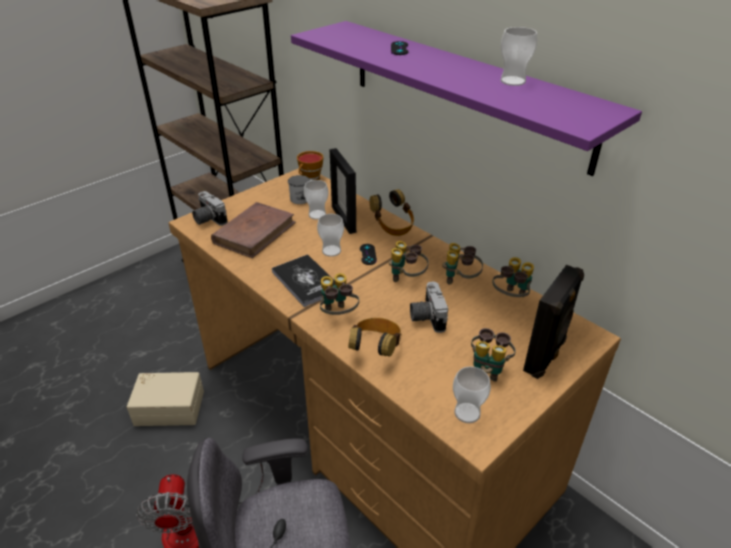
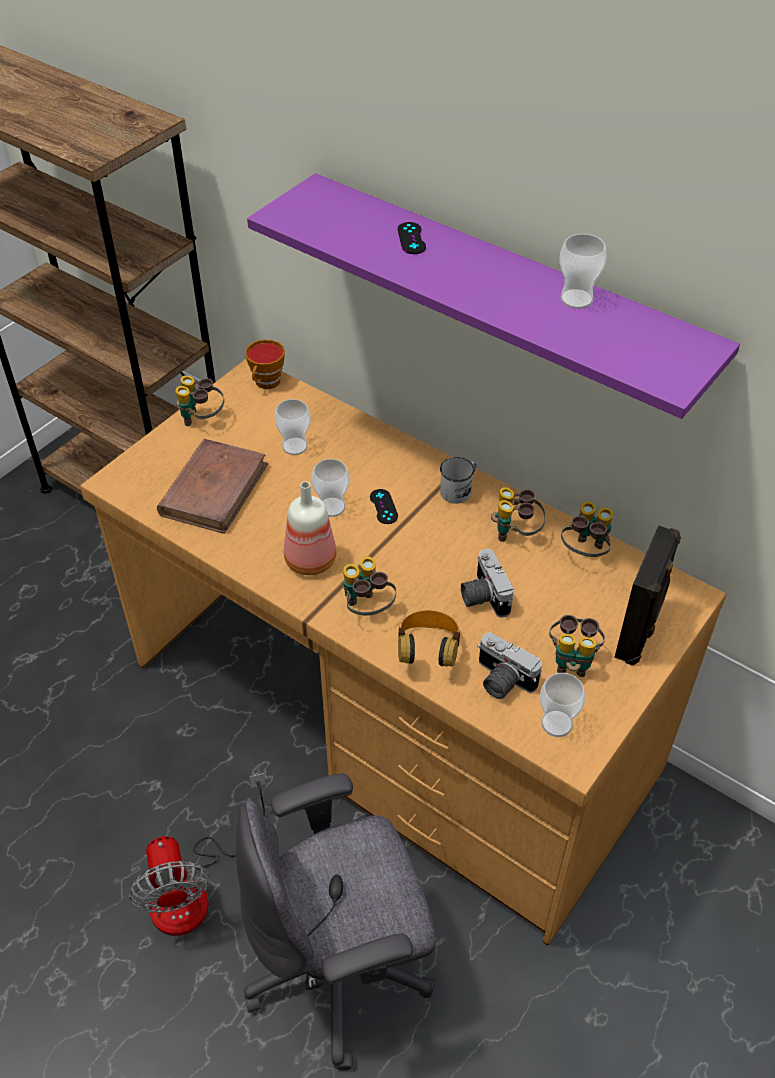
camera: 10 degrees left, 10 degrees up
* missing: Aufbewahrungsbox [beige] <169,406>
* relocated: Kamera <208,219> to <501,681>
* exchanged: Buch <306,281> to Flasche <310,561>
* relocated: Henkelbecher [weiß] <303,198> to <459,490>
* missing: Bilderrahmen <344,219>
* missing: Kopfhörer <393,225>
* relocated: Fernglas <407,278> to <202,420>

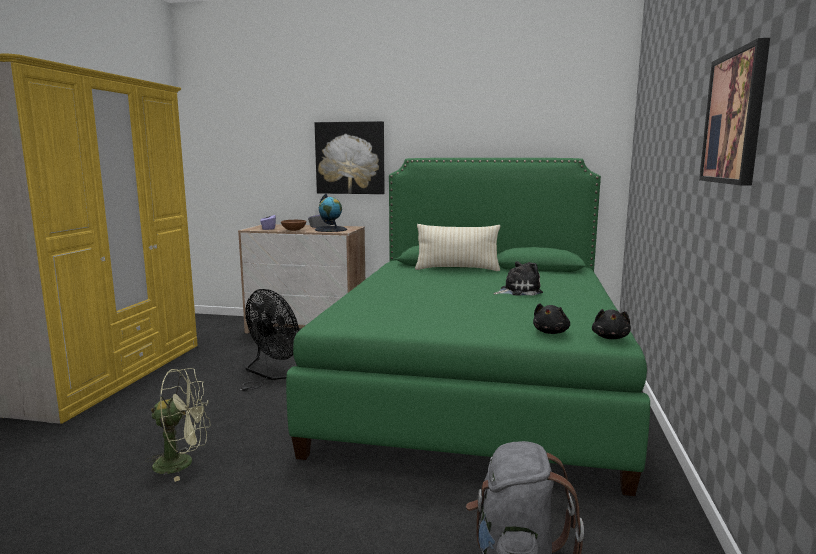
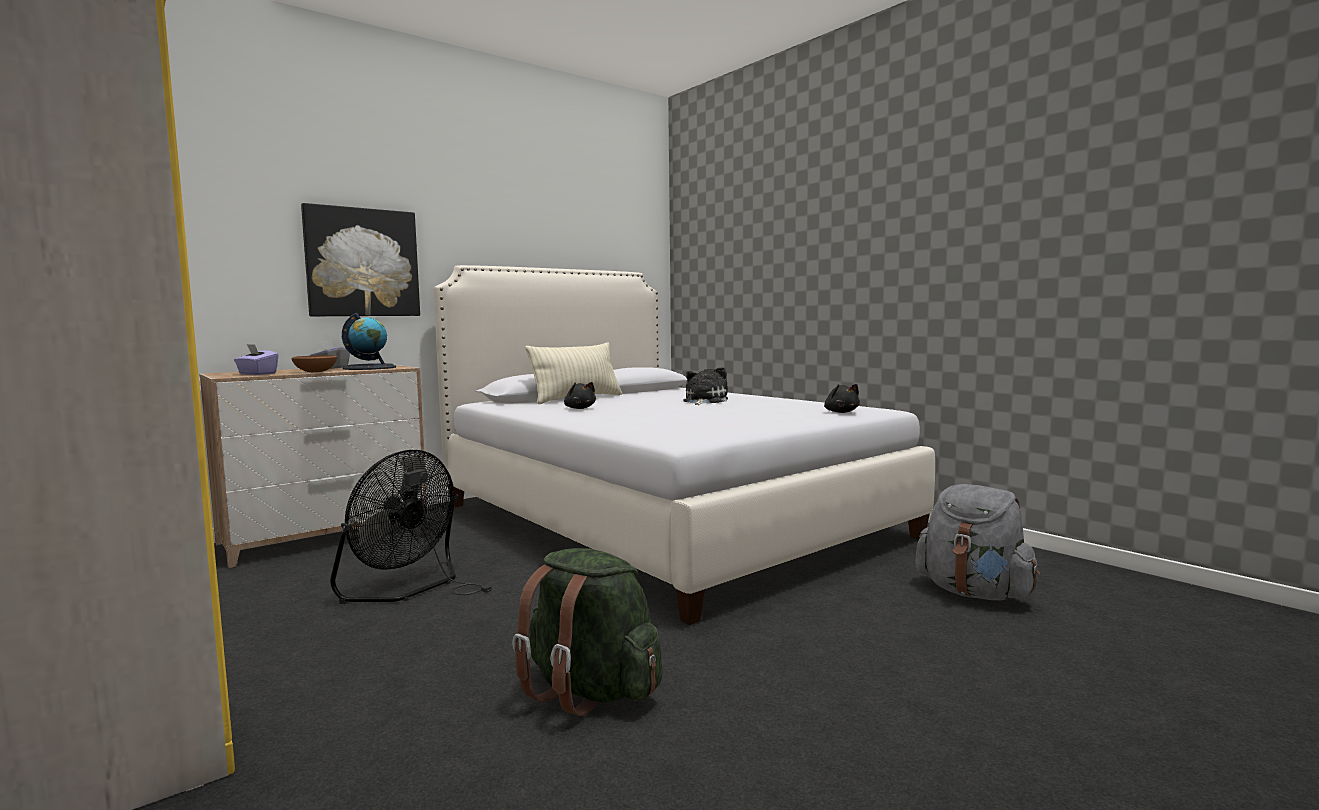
camera: 50 degrees left, 5 degrees down
* exchanged: Ventilator [grün] <182,463> to Rucksack [grün] <590,690>
* spun: Ventilator [schwarz] <269,373> = <419,586> 45 degrees counterclockwise
* colour: Bett [grün] <474,384> to Bett [weiß] <663,519>
* relocated: Plüschtier [schwarz] <610,337> to <579,408>
* missing: Bild <735,118>

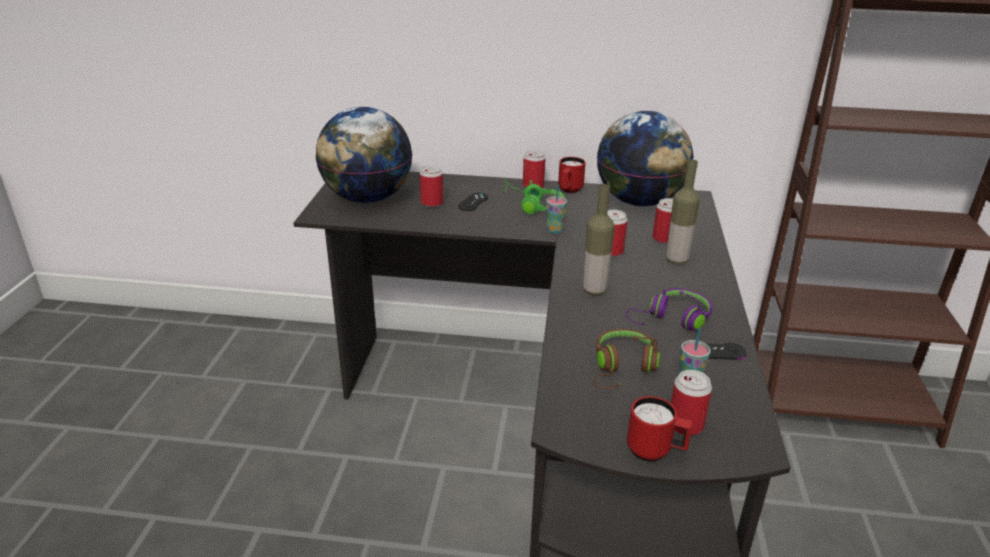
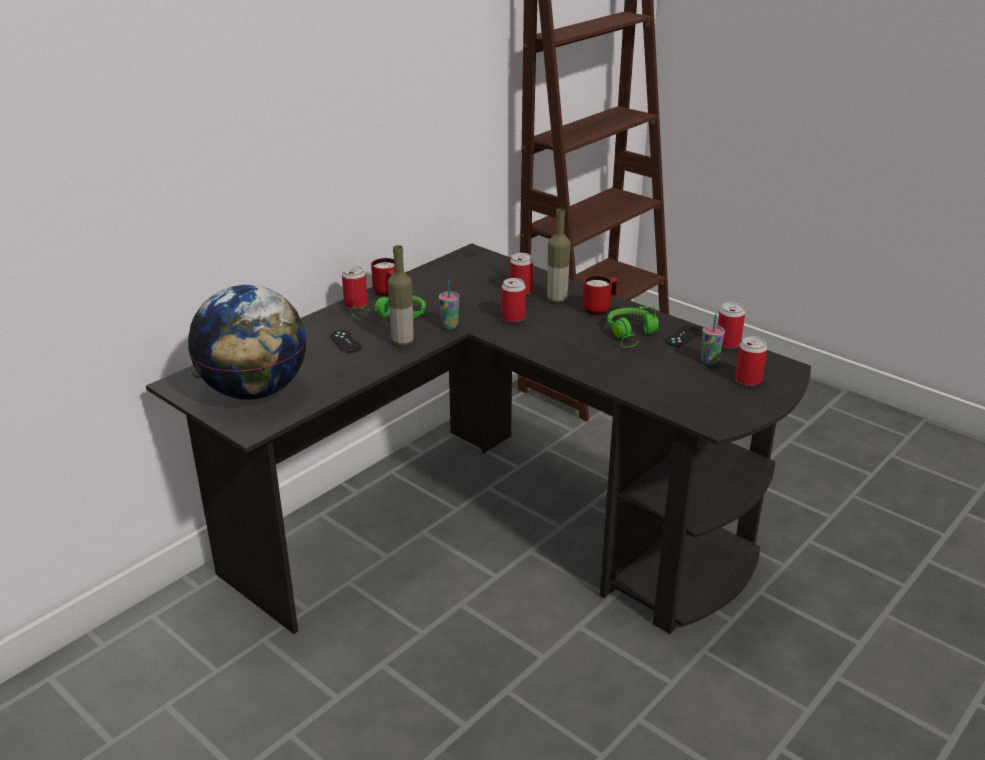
camera: 55 degrees left, 0 degrees up
* relocated: Dose <432,203> to <727,343>
* relocated: Flasche <594,290> to <402,342>
* missing: Kopfhörer [braun] <622,368>
* missing: Globus <639,202>
* colour: Kopfhörer [lila] <672,320> to Kopfhörer [grün] <631,335>
* relocated: Henkelbecher [rot] <655,451> to <600,309>

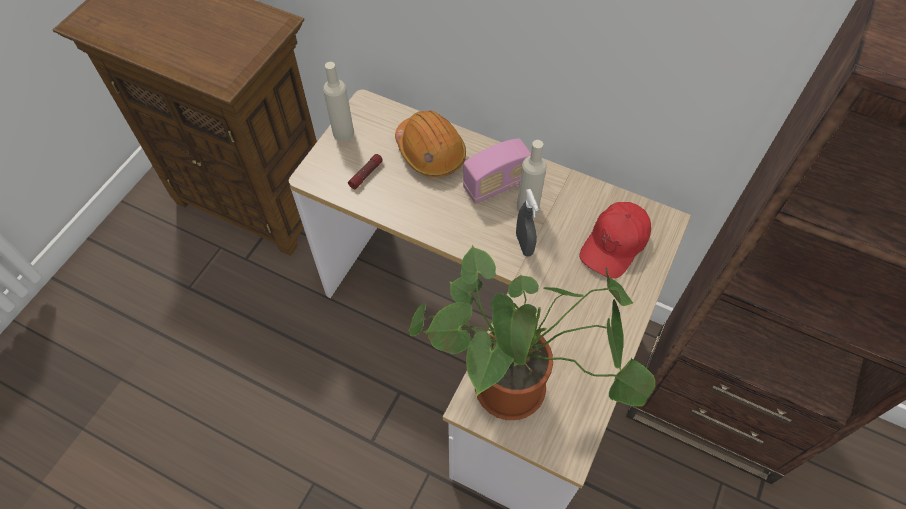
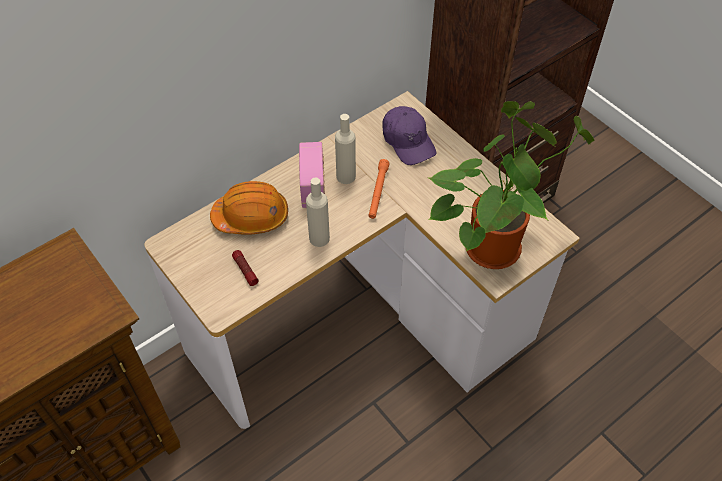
camera: 65 degrees left, 5 degrees down
* relocated: Flasche [beige] <343,133> to <319,238>
* exchanged: Sprühflasche [grau] <524,244> to Taschenlampe [orange] <378,192>
* colour: Kappe [rot] <614,244> to Kappe [lila] <408,141>

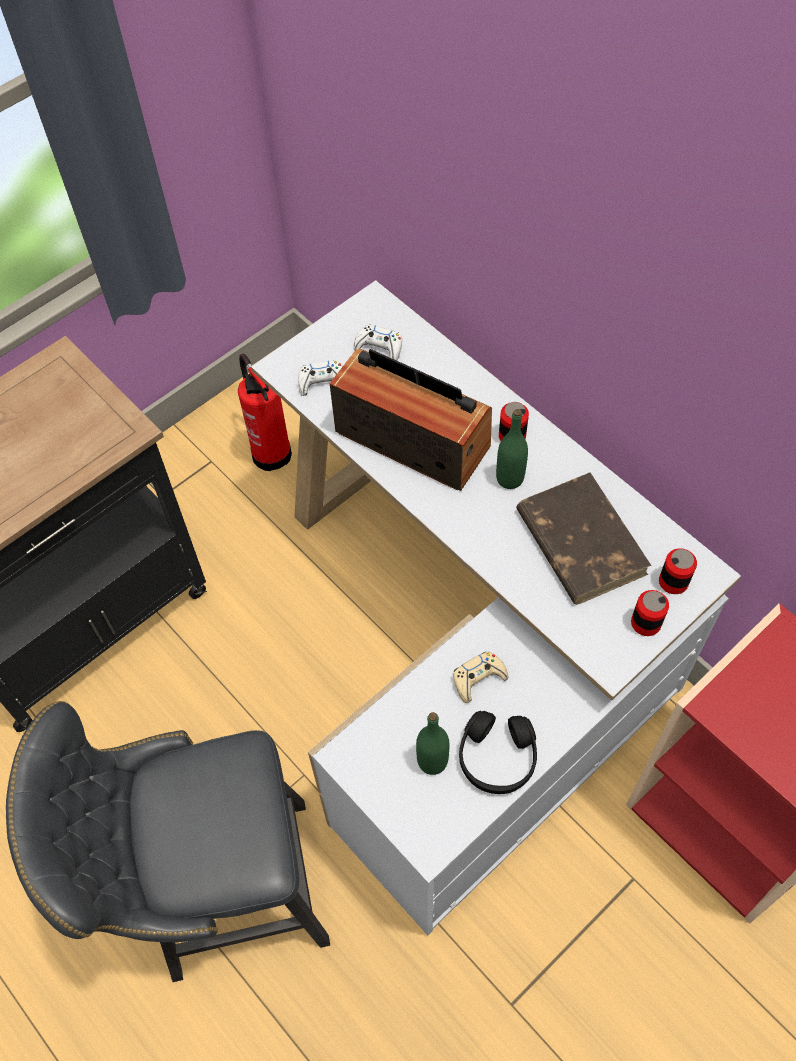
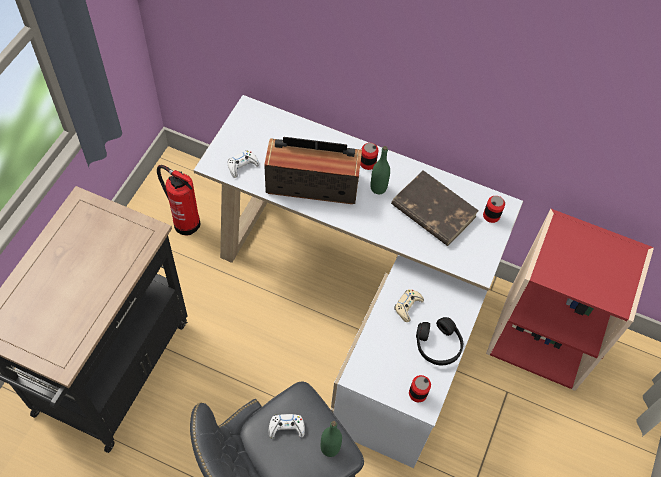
camera: 30 degrees left, 0 degrees up
* relocated: Gamepad [weiß] <379,347> to <286,427>
* relocated: Flasche [grün] <432,761> to <330,448>
* relocated: Dose <646,623> to <417,393>

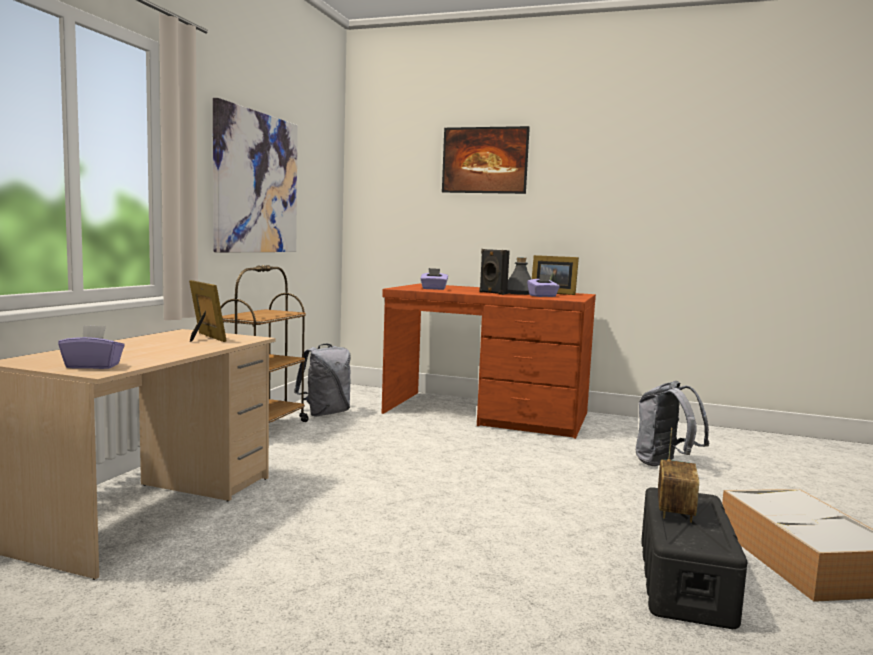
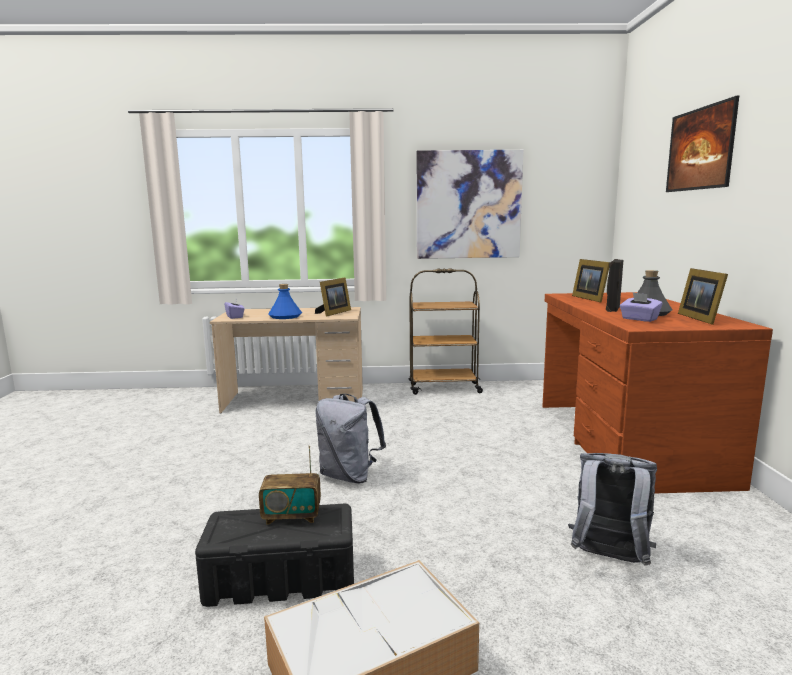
camera: 70 degrees right, 5 degrees up
* relocated: Rucksack [grau] <325,413> to <349,476>
* exchanged: Taschentuchbox [lila] <433,289> to Bilderrahmen <590,298>
* appeared: Flasche [blau] <285,316>

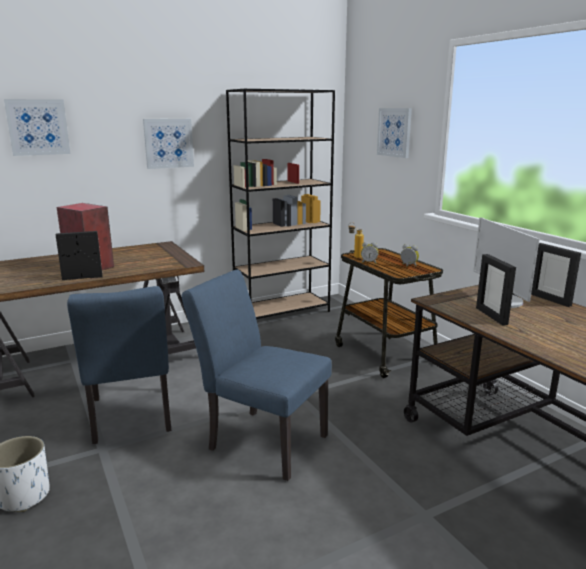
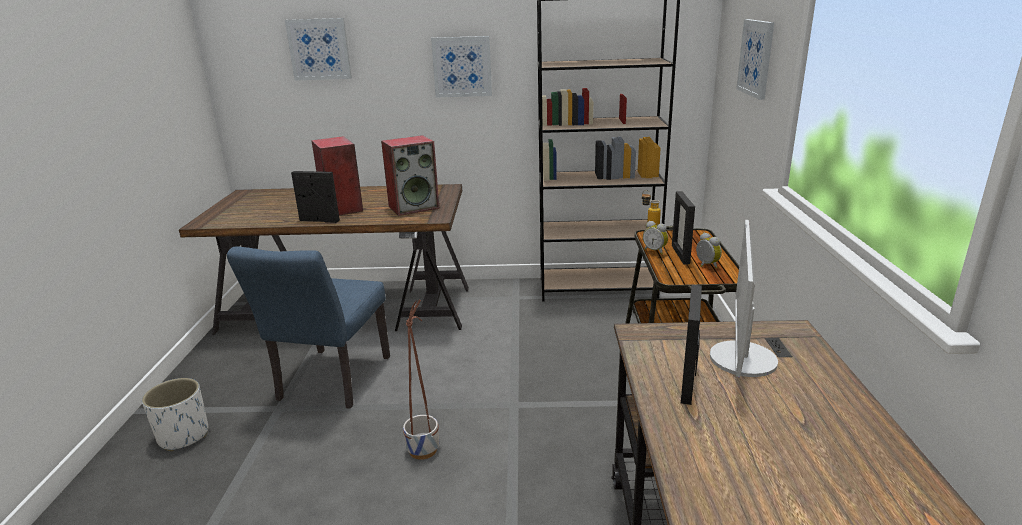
camera: 30 degrees right, 5 degrees up
* exchanged: Stuhl [blau] <260,440> to Pflanzkübel <423,449>
* relocated: Bilderrahmen <550,299> to <681,254>
* appeared: Lautsprecher <414,207>

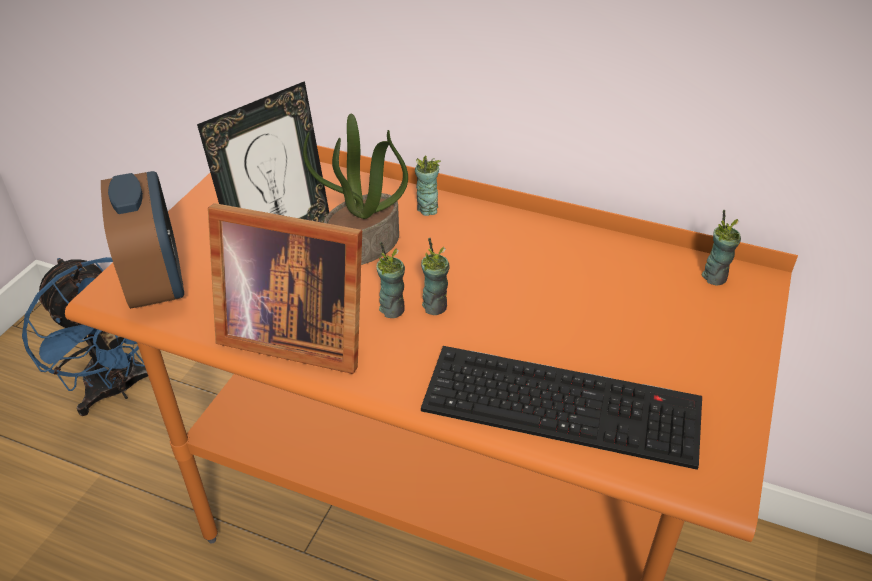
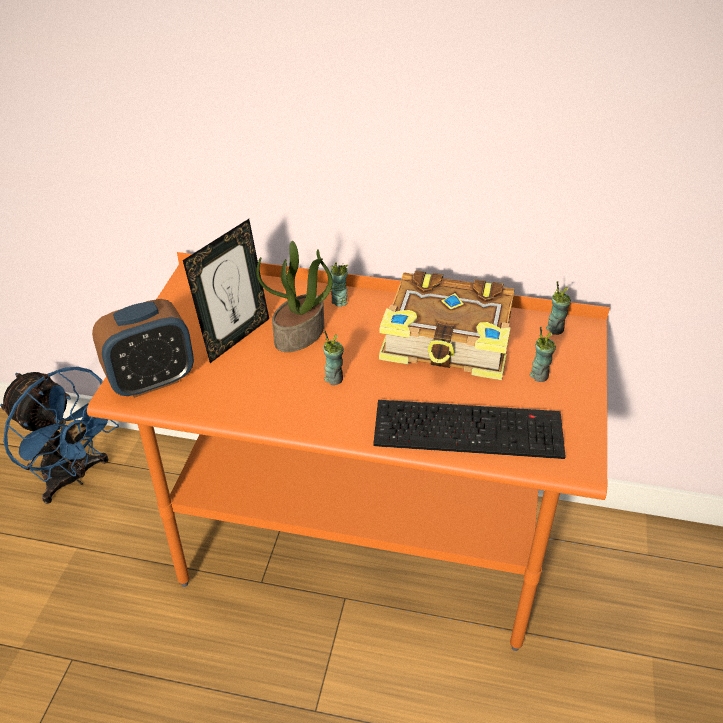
camera: 10 degrees left, 0 degrees up
* spun: Wecker <156,283> = <151,380> 90 degrees clockwise
* missing: Bilderrahmen <292,333>
* relocated: Tasse <435,306> to <539,375>
* appeared: Buch <449,342>

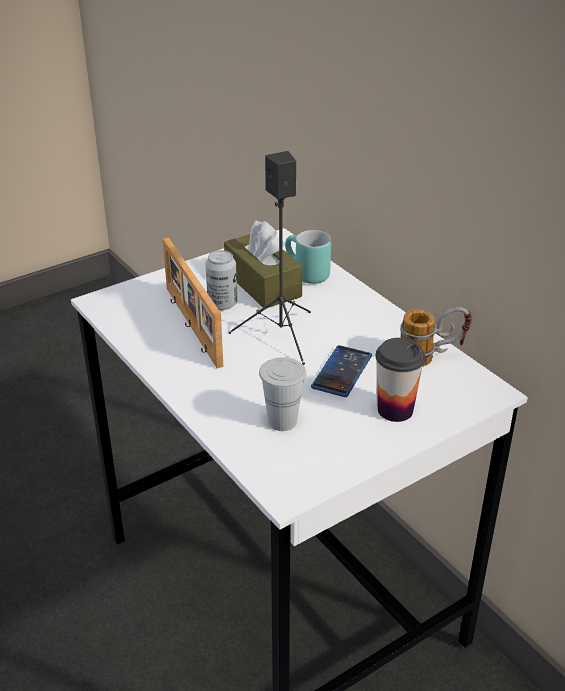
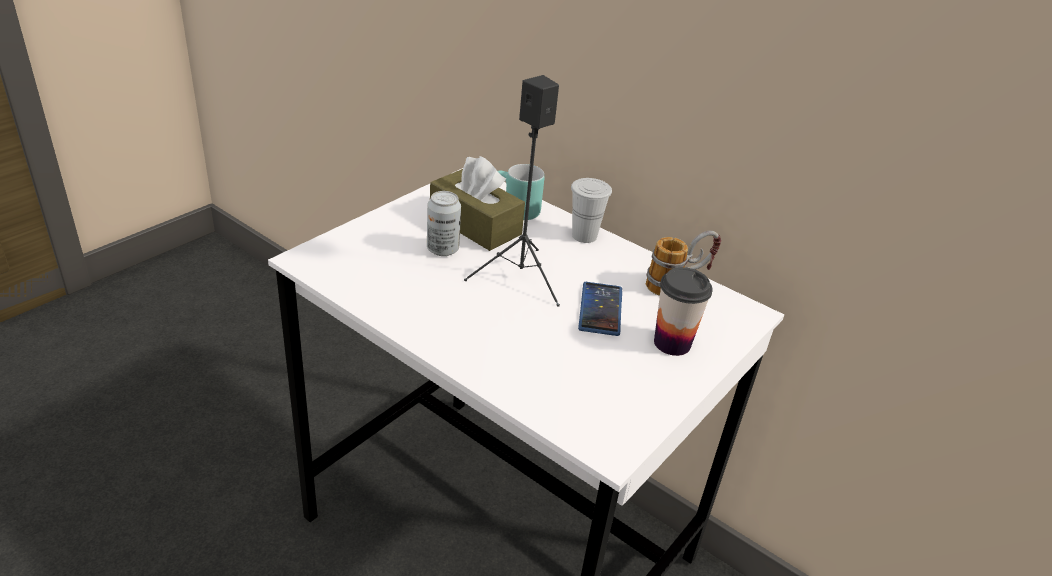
camera: 20 degrees left, 0 degrees up
* missing: Bilderrahmen <191,326>
* relocated: Tasse [weiß] <282,421> to <584,236>

